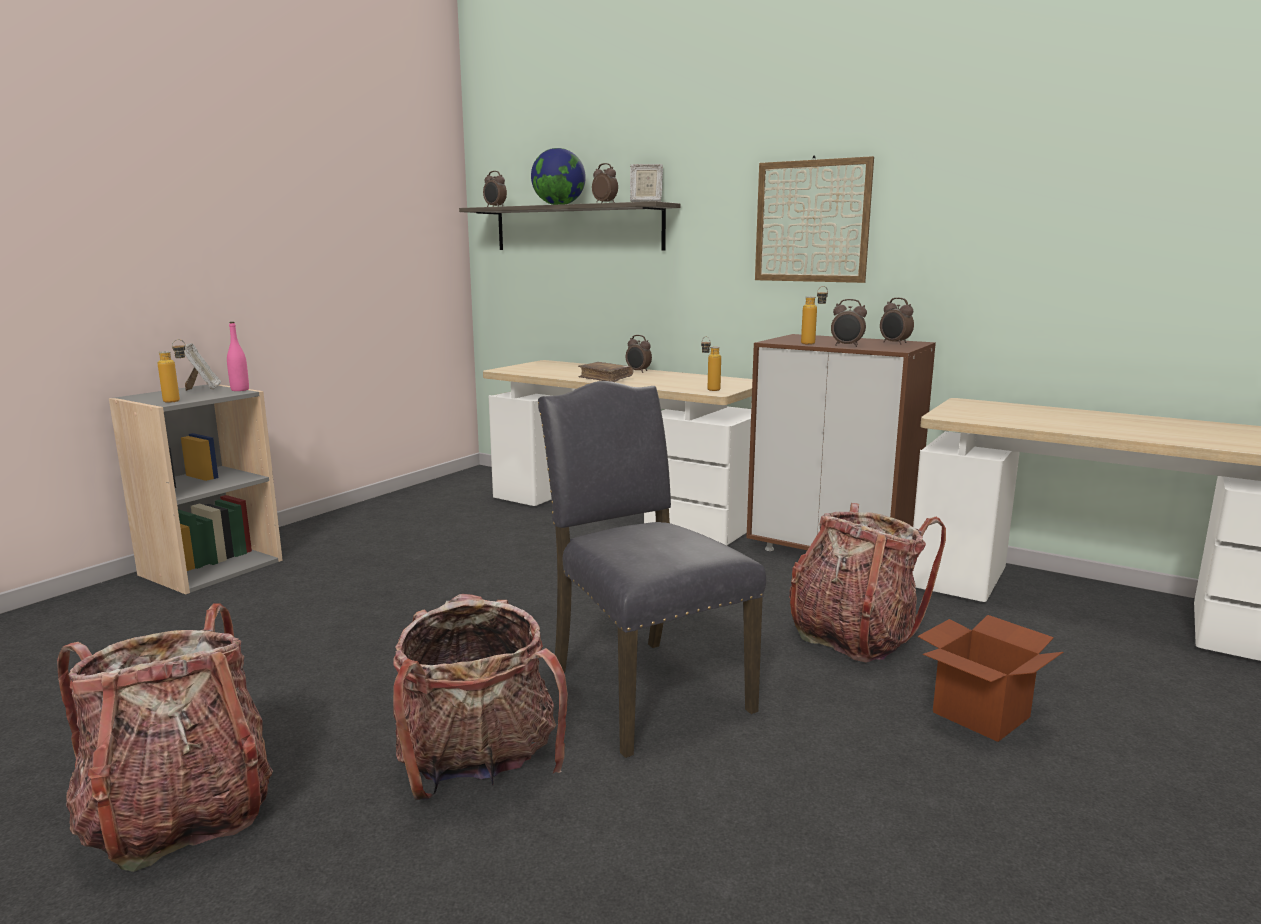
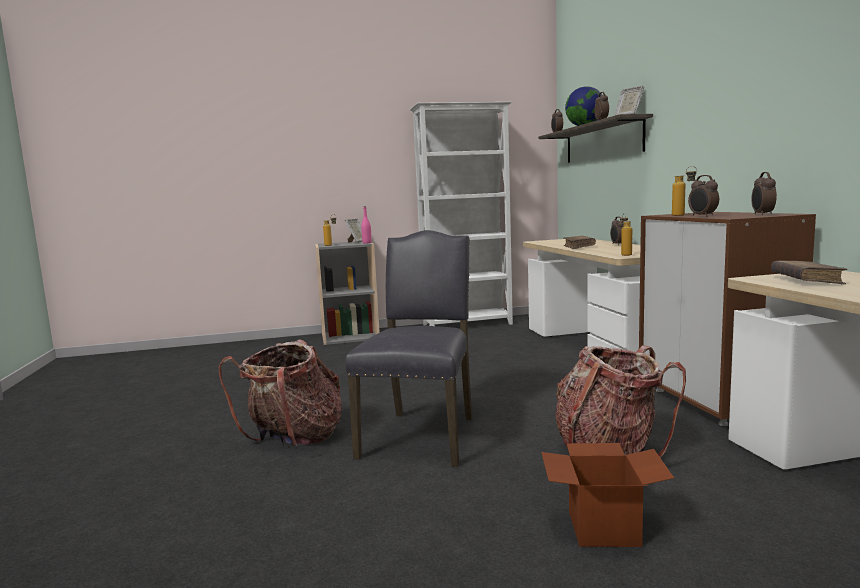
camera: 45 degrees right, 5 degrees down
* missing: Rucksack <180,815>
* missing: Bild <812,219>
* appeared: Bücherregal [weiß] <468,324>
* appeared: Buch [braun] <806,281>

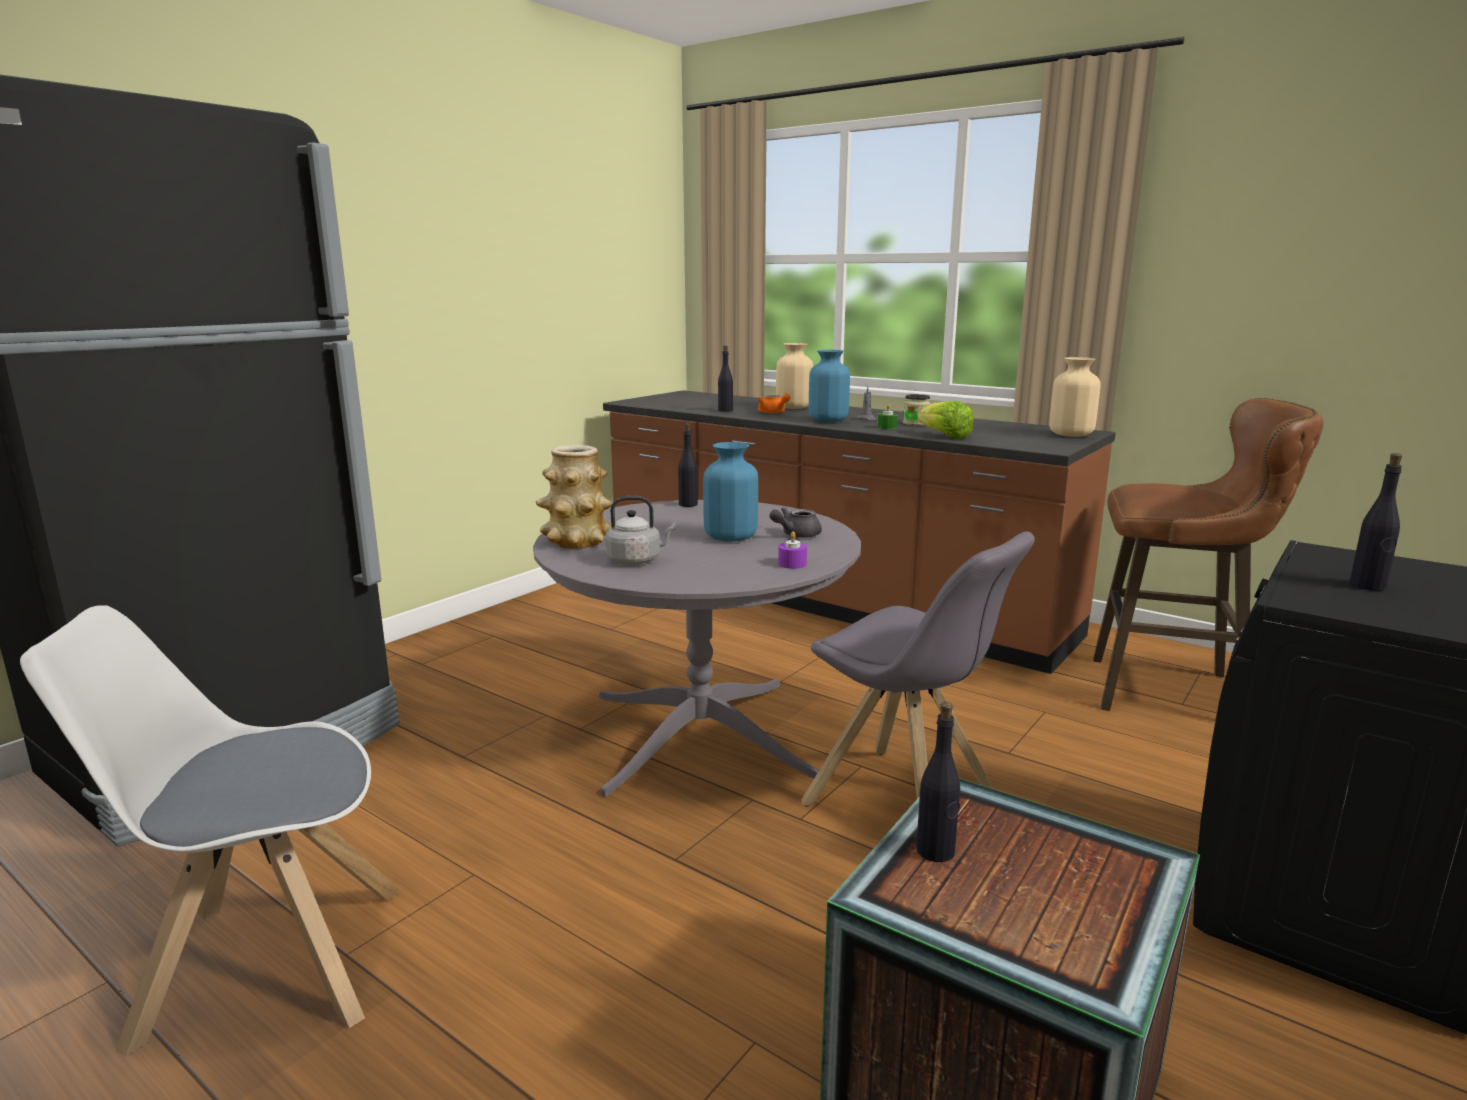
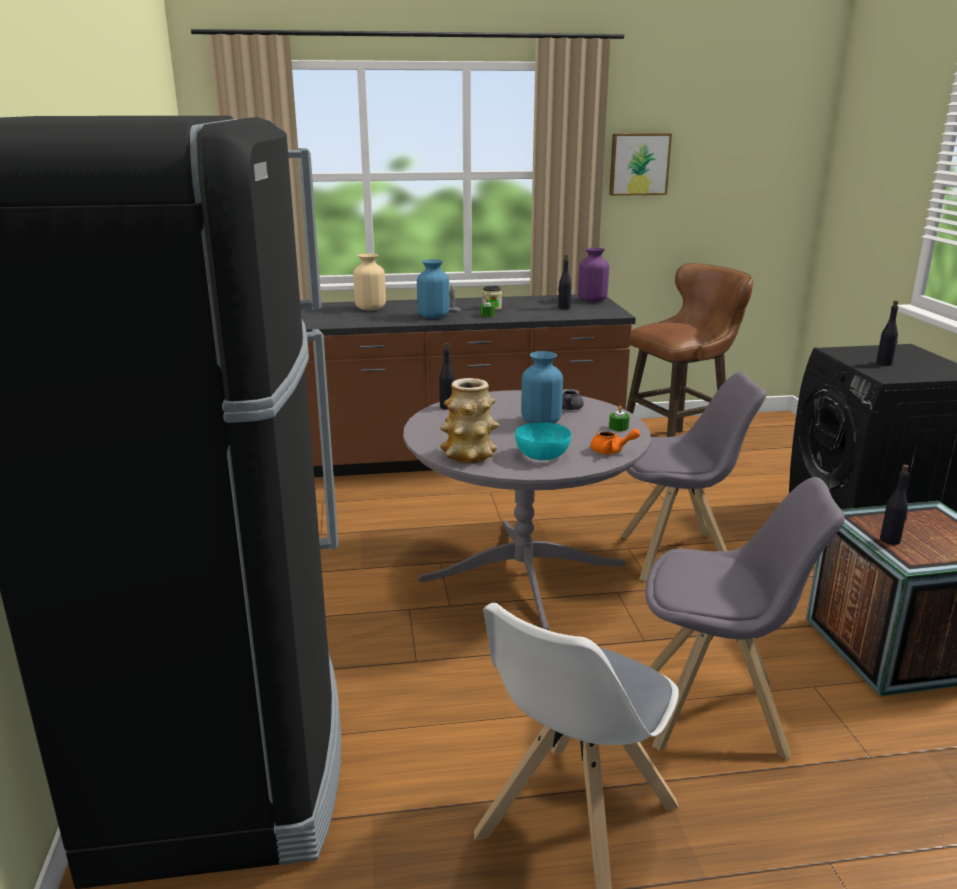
camera: 45 degrees left, 5 degrees up
* exchanged: Wasserkessel [grau] <636,560> to Schüssel [türkis] <542,455>
* relocated: Flasche [schwarz] <725,410> to <564,307>
* relocated: Teekanne [orange] <773,413> to <611,451>
* colour: Kerze [lila] <792,564> to Kerze [grün] <618,427>
* missing: Salatkopf <944,436>
* colour: Vase [beige] <1071,434> to Vase [lila] <592,300>
* appeared: Bild <639,164>
* appeared: Stuhl [grau] <715,713>

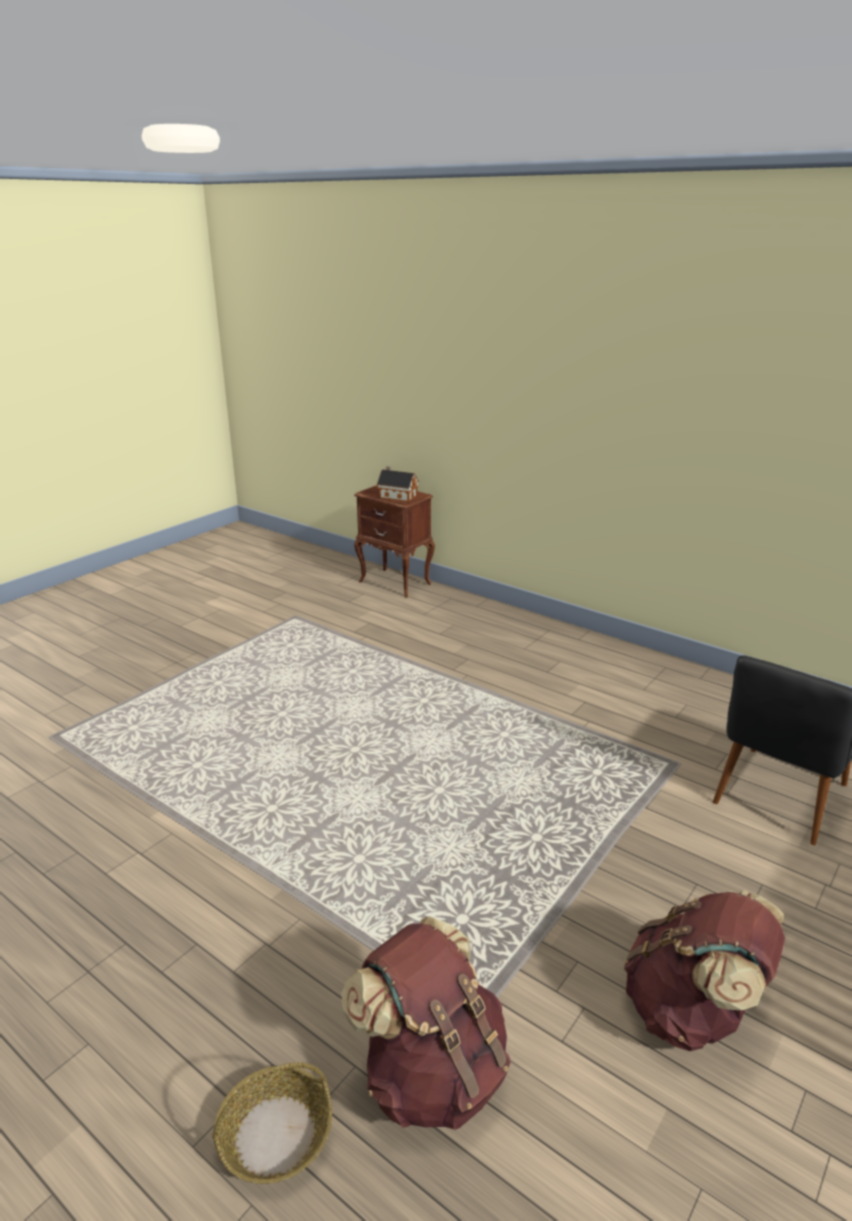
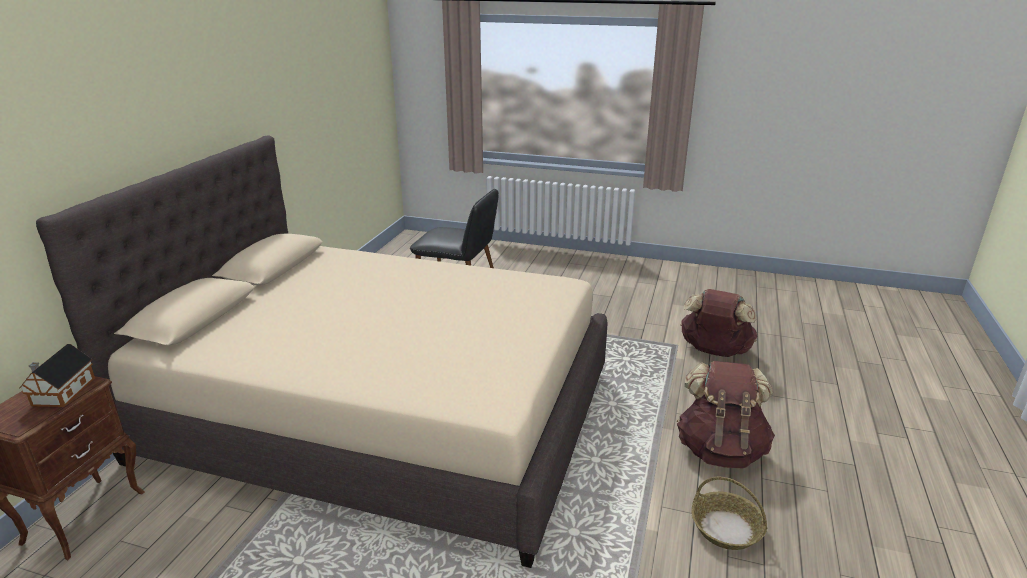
camera: 110 degrees left, 0 degrees up
* relocated: Korb <274,1136> to <727,528>
* relocated: Rucksack [braun] <691,1012> to <720,450>
* appeared: Bett [beige] <381,415>

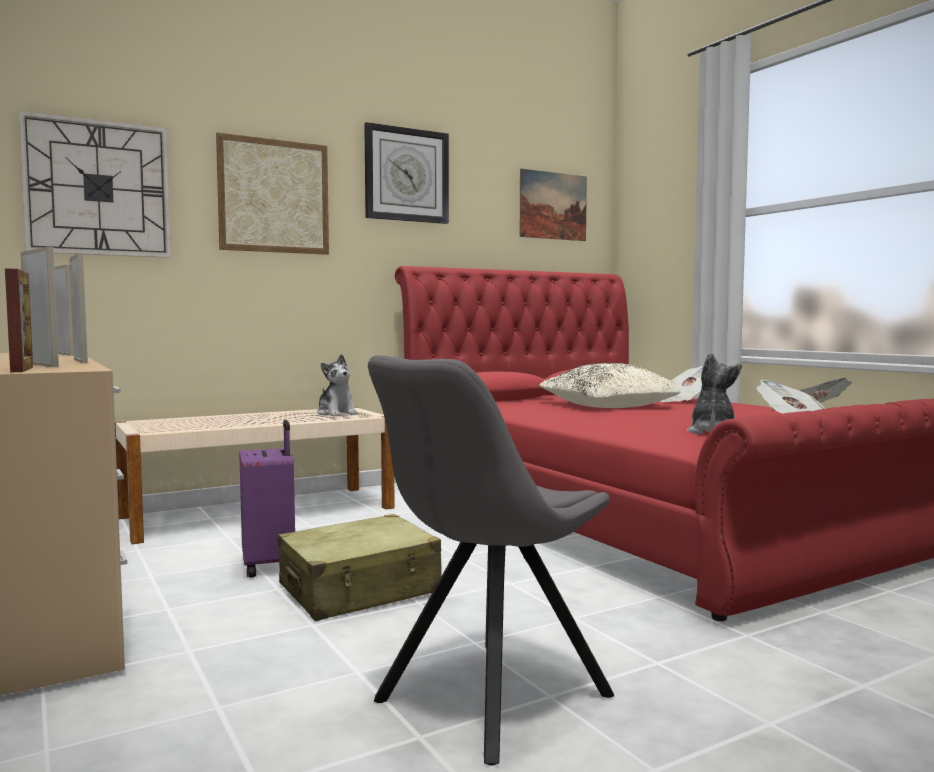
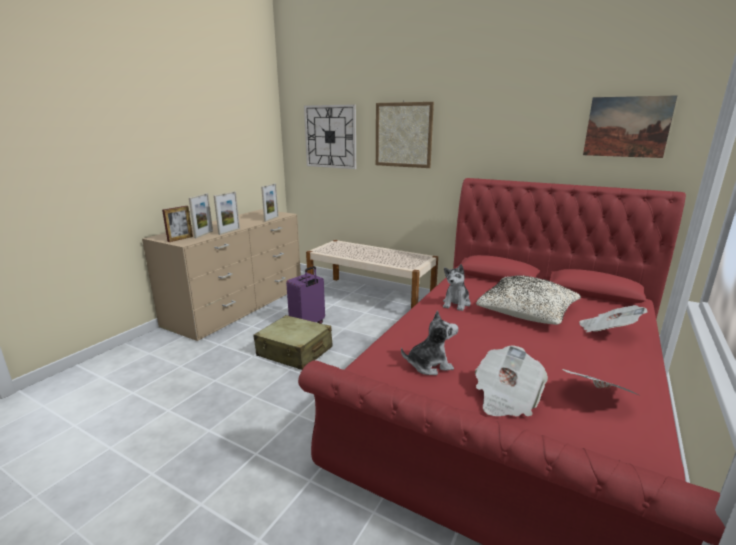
camera: 60 degrees right, 15 degrees up
* relocated: Plüschtier <336,413> to <456,303>
* missing: Wanduhr <406,175>
* missing: Stuhl [grau] <491,698>

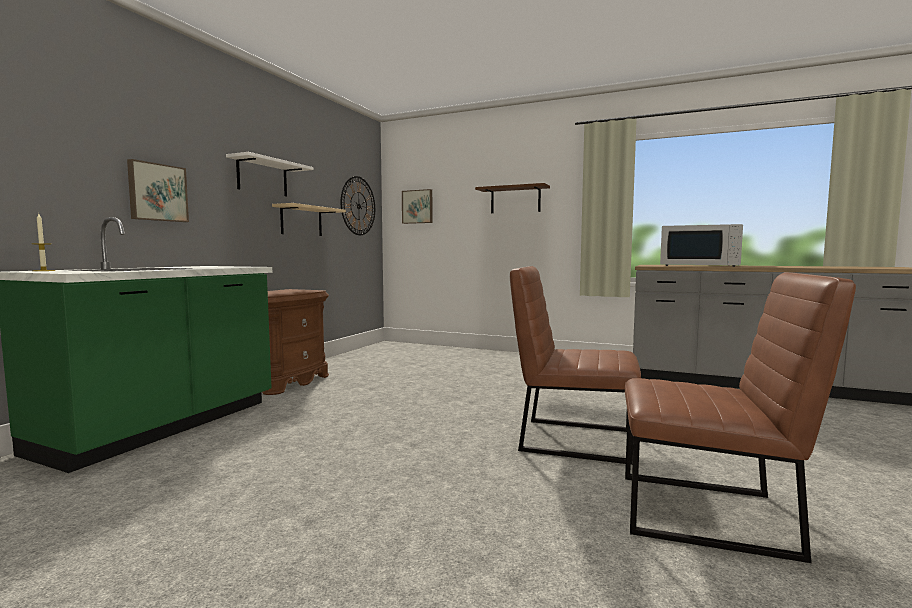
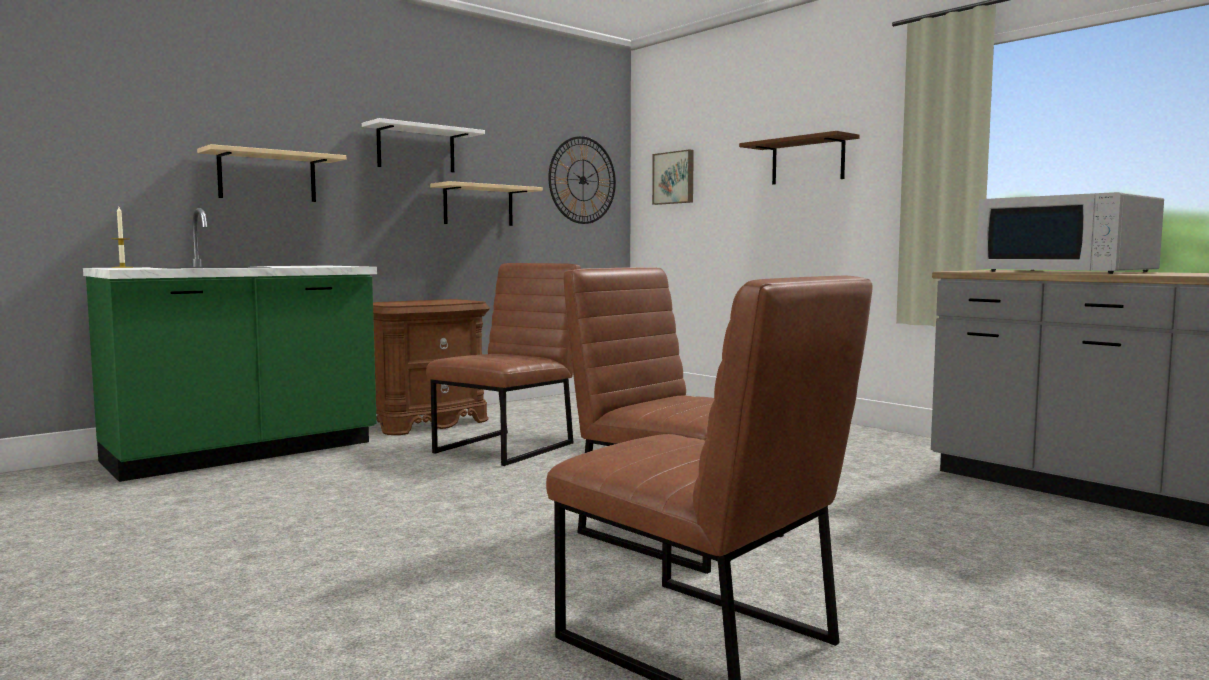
camera: 25 degrees right, 0 degrees up
* exchanged: Bild <157,192> to Wandregal [beige] <267,176>
* appeared: Stuhl [braun] <508,447>

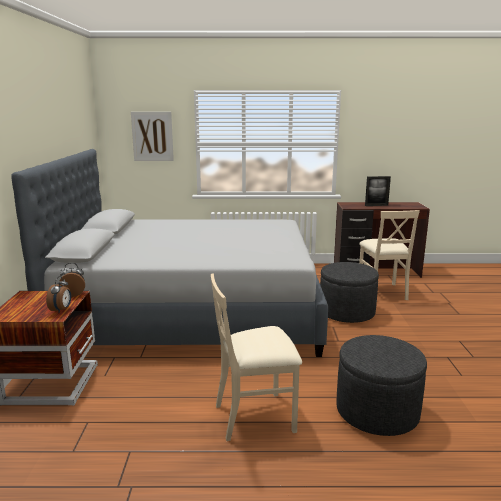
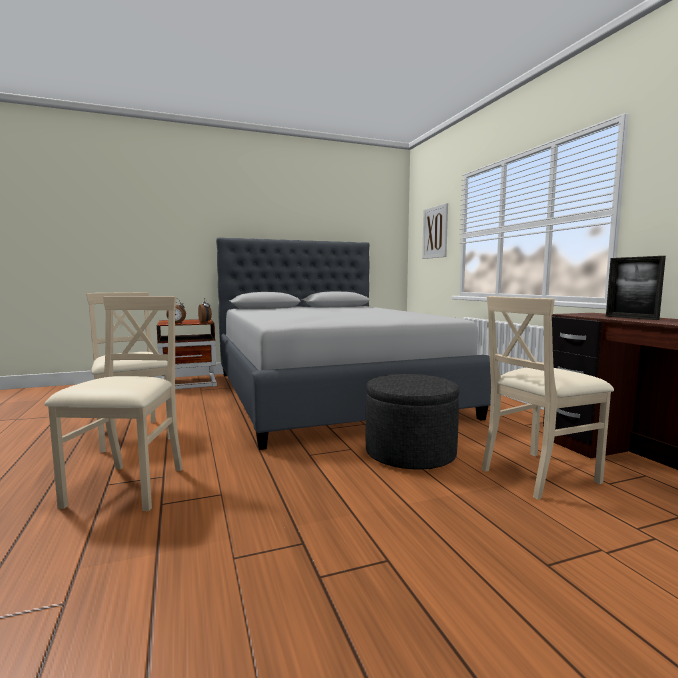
camera: 70 degrees right, 10 degrees down
* exchanged: Polsterhocker [grau] <377,411> to Stuhl [beige] <128,488>

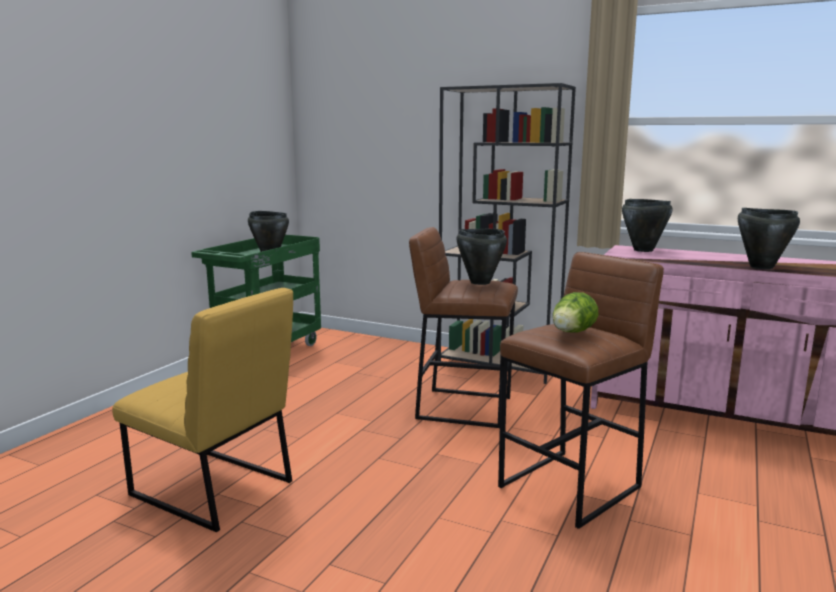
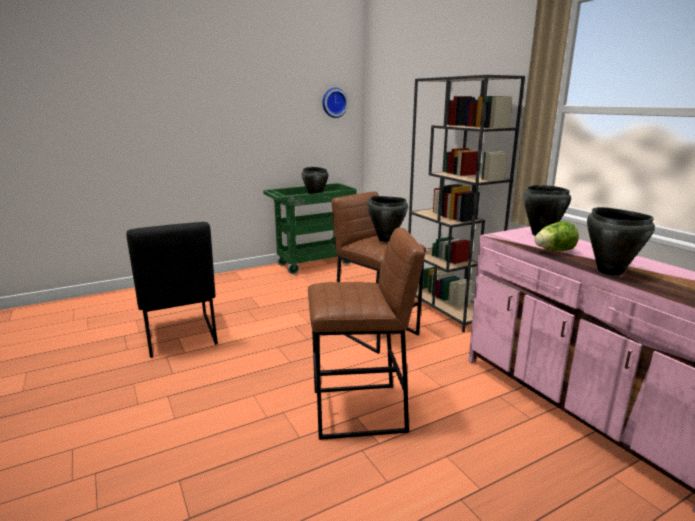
camera: 35 degrees right, 5 degrees up
* colour: Stuhl [gelb] <214,489> to Stuhl [schwarz] <180,335>
* relocated: Salatkopf <572,333> to <554,251>
* appeared: Wanduhr <334,102>

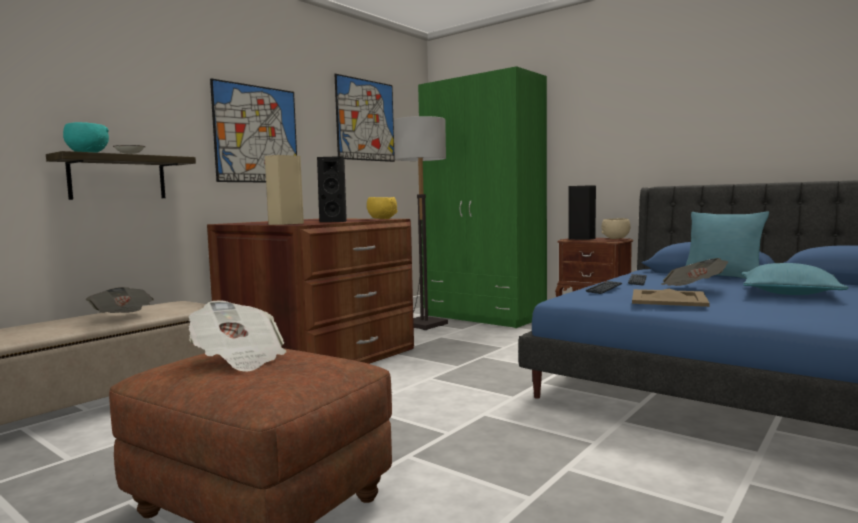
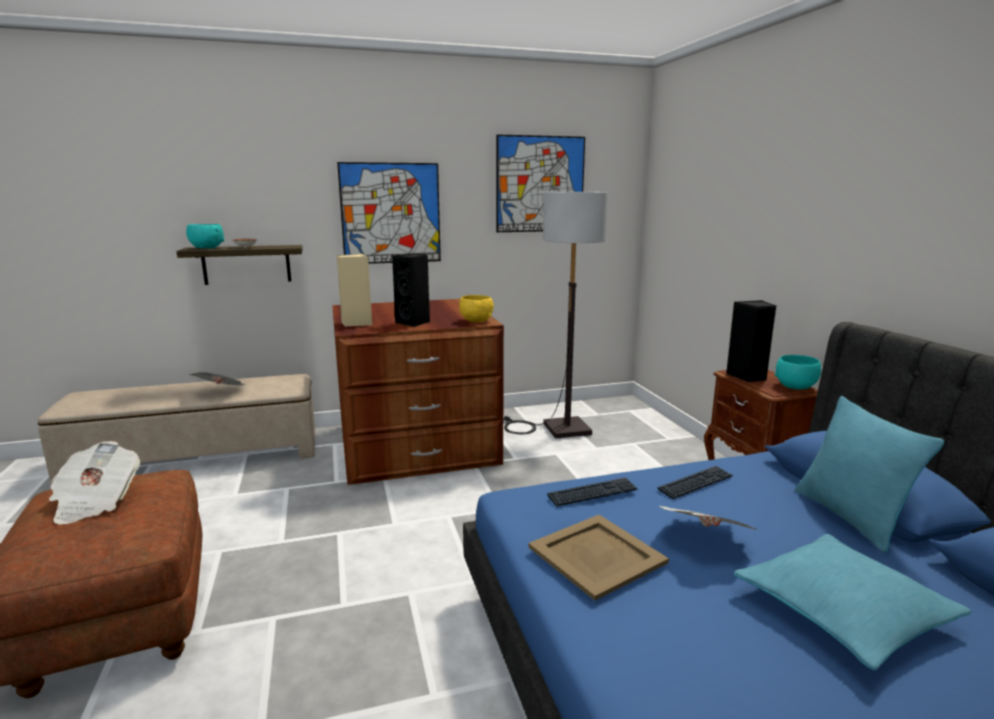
camera: 35 degrees right, 10 degrees up
* missing: Kleiderschrank [grün] <484,317>
* colour: Schüssel [beige] <616,238> to Schüssel [türkis] <795,387>

